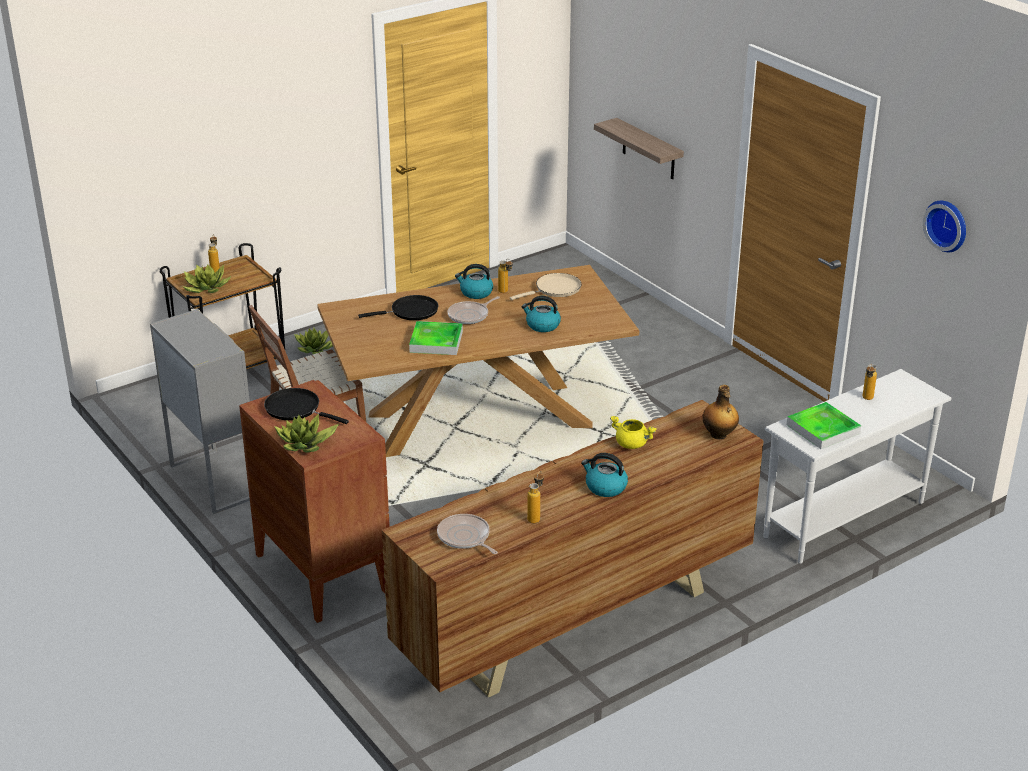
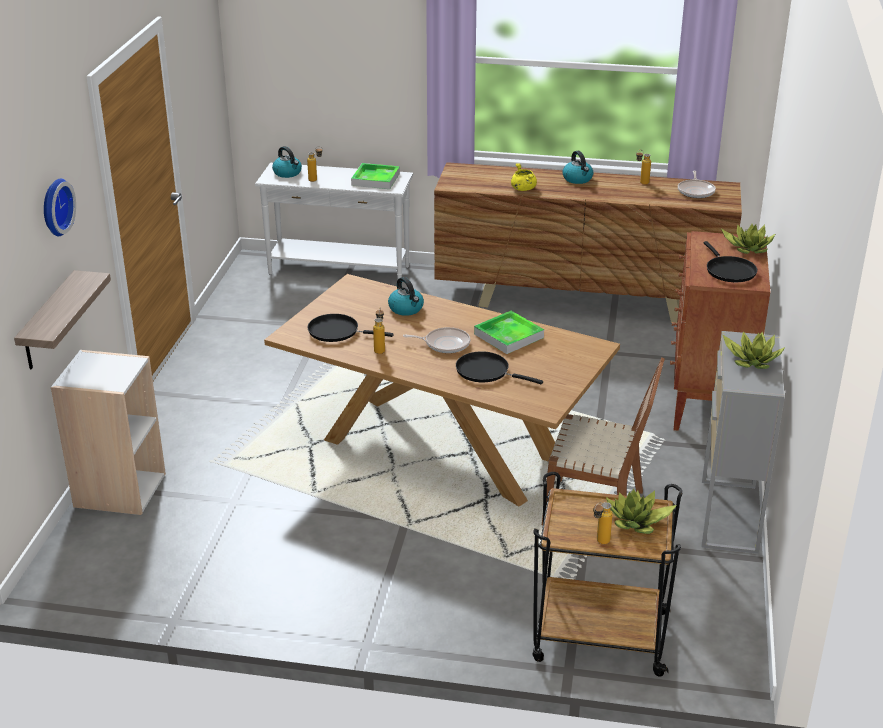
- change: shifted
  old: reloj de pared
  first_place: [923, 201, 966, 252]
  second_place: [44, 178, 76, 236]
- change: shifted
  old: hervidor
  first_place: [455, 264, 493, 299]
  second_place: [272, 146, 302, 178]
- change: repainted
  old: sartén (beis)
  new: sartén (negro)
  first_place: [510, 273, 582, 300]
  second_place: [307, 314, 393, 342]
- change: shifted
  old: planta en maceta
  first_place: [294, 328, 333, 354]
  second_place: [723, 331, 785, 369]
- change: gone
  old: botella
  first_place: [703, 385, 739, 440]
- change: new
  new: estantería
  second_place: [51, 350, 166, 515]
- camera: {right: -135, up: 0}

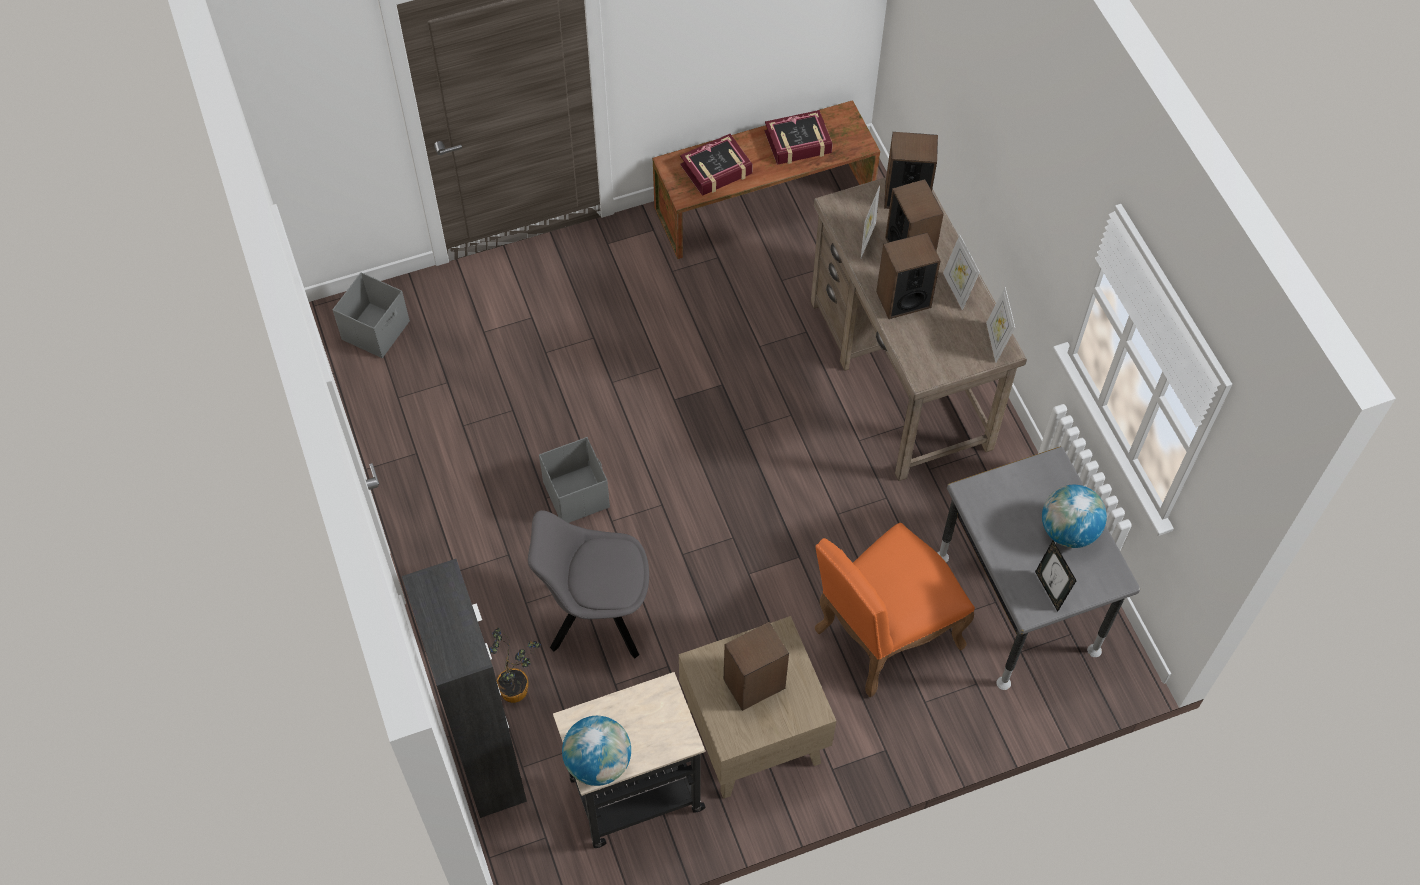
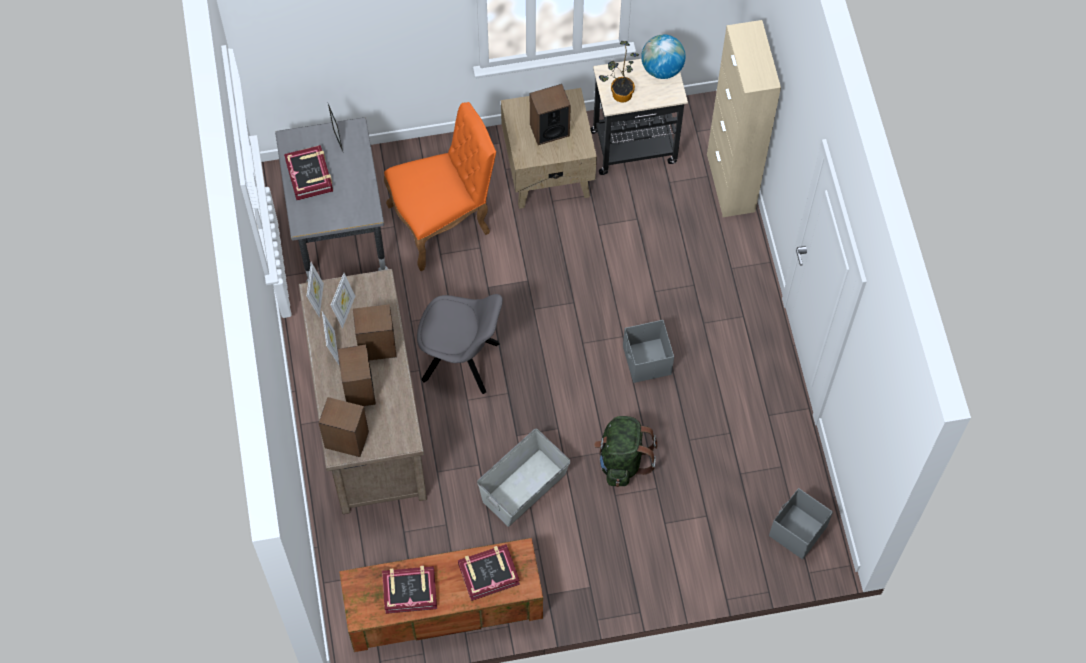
- change: shifted
  old: portarretratos
  first_place: [861, 186, 880, 258]
  second_place: [330, 273, 355, 328]
- change: swapped
  old: globo terráqueo
  new: libro
  first_place: [1042, 485, 1107, 548]
  second_place: [284, 145, 333, 200]
- change: shifted
  old: silla (gris)
  first_place: [528, 510, 649, 658]
  second_place: [417, 294, 503, 394]
- change: repainted
  old: armario (negro)
  new: armario (beis)
  first_place: [402, 559, 527, 818]
  second_place: [707, 20, 781, 217]
- change: shifted
  old: planta en maceta
  first_place: [489, 627, 541, 703]
  second_place: [599, 41, 639, 103]
- change: new
  new: mochila (verde)
  second_place: [594, 416, 657, 487]
- change: new
  new: caja de almacenaje (gris)
  second_place: [477, 429, 571, 527]
- camera: {right: -170, up: 5}

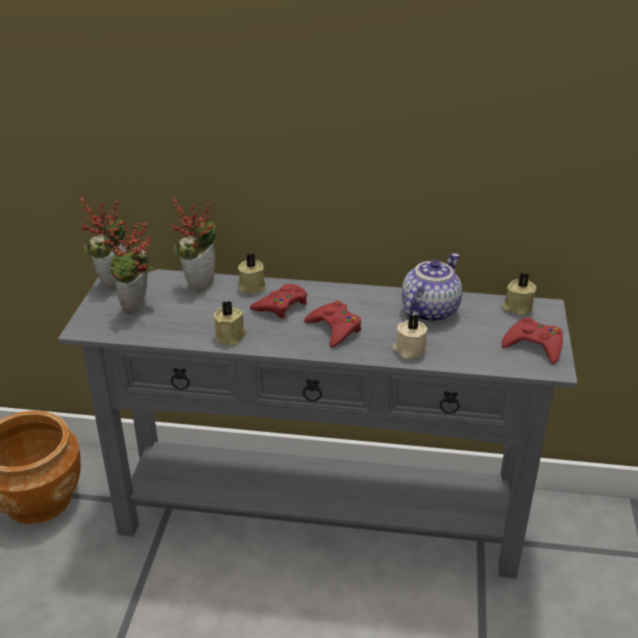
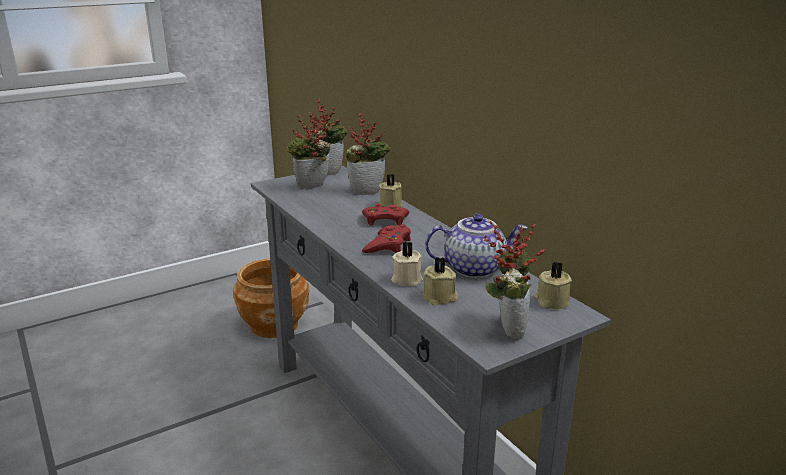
- change: shifted
  old: vela (beis)
  first_place: [213, 301, 247, 345]
  second_place: [422, 257, 458, 305]
- change: swapped
  old: mando de consola (rojo)
  new: planta en maceta
  first_place: [501, 317, 563, 364]
  second_place: [483, 221, 545, 340]
- camera: {right: 50, up: -10}

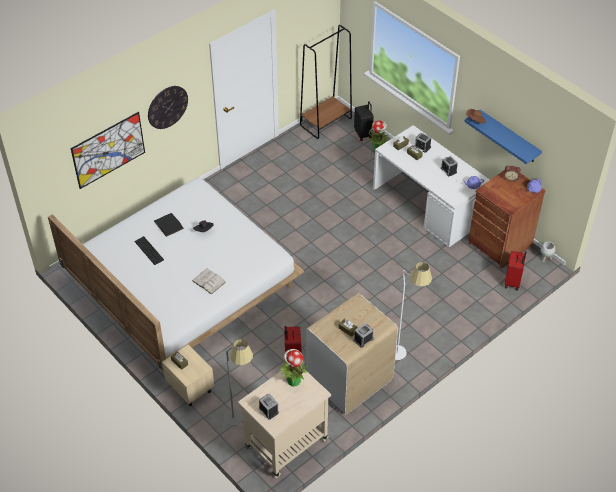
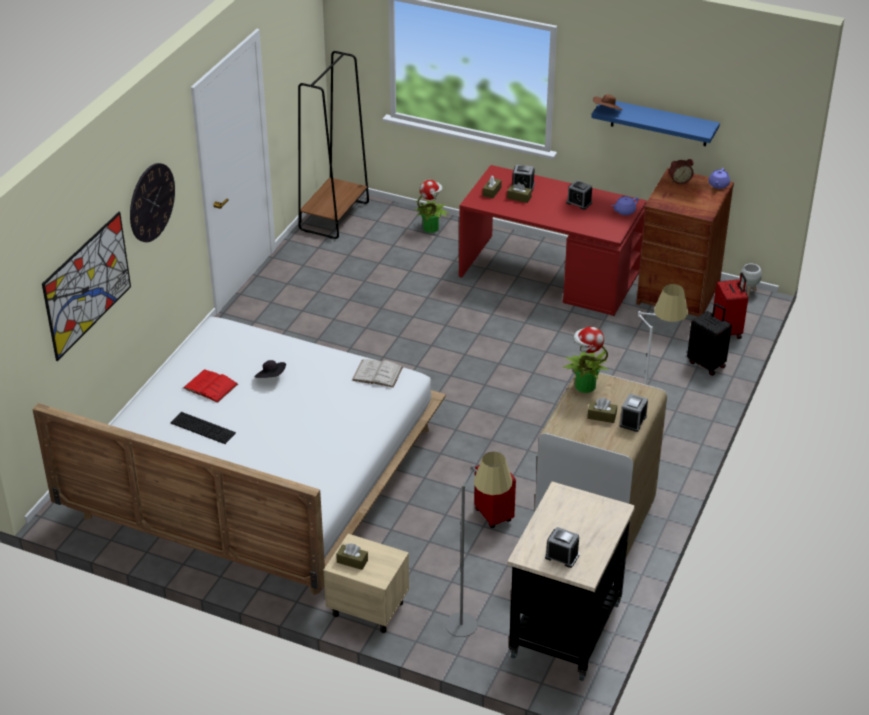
- change: shifted
  old: maleta (negro)
  first_place: [354, 101, 374, 141]
  second_place: [687, 303, 732, 376]
- change: repainted
  old: escritorio (blanco)
  new: escritorio (rojo)
  first_place: [373, 125, 490, 248]
  second_place: [459, 165, 647, 316]
- change: repainted
  old: libro (negro)
  new: libro (rojo)
  first_place: [154, 213, 184, 237]
  second_place: [183, 370, 238, 403]
- change: shifted
  old: libro (blanco)
  first_place: [192, 269, 226, 295]
  second_place: [352, 359, 403, 388]
- change: shifted
  old: planta en maceta
  first_place: [279, 349, 309, 387]
  second_place: [563, 327, 609, 393]
- change: repainted
  old: carrito (beis)
  new: carrito (negro)
  first_place: [238, 369, 331, 478]
  second_place: [507, 482, 635, 681]
- camera: {right: -25, up: -10}

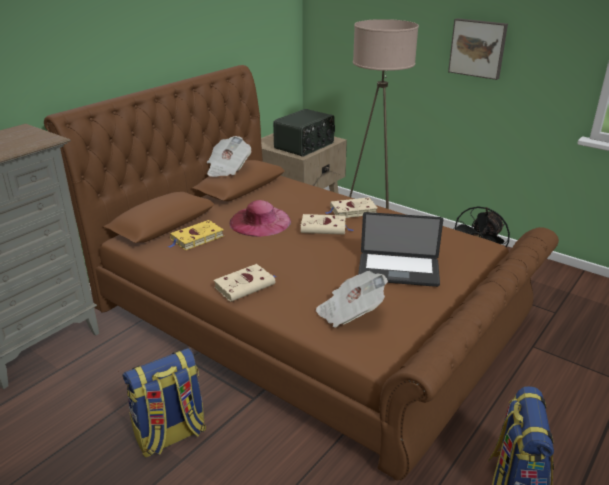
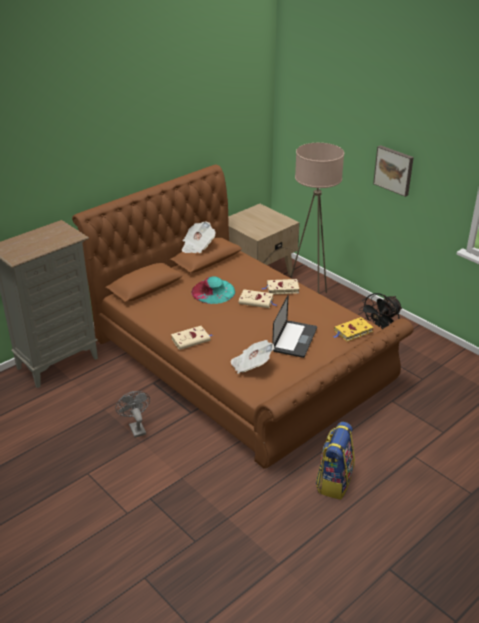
- change: gone
  old: radio
  first_place: [273, 109, 335, 157]
- change: repainted
  old: sombrero (rosa)
  new: sombrero (turquesa)
  first_place: [229, 200, 291, 237]
  second_place: [191, 276, 235, 304]
- change: rotated
  old: portátil
  first_place: [358, 212, 443, 287]
  second_place: [272, 295, 317, 358]
  degrees: -90
- change: shifted
  old: libro (amarillo)
  first_place: [167, 220, 224, 250]
  second_place: [333, 317, 374, 341]
- change: swapped
  old: mochila
  new: ventilador (gris)
  first_place: [123, 348, 206, 458]
  second_place: [115, 391, 150, 438]
- camera: {right: 10, up: 5}

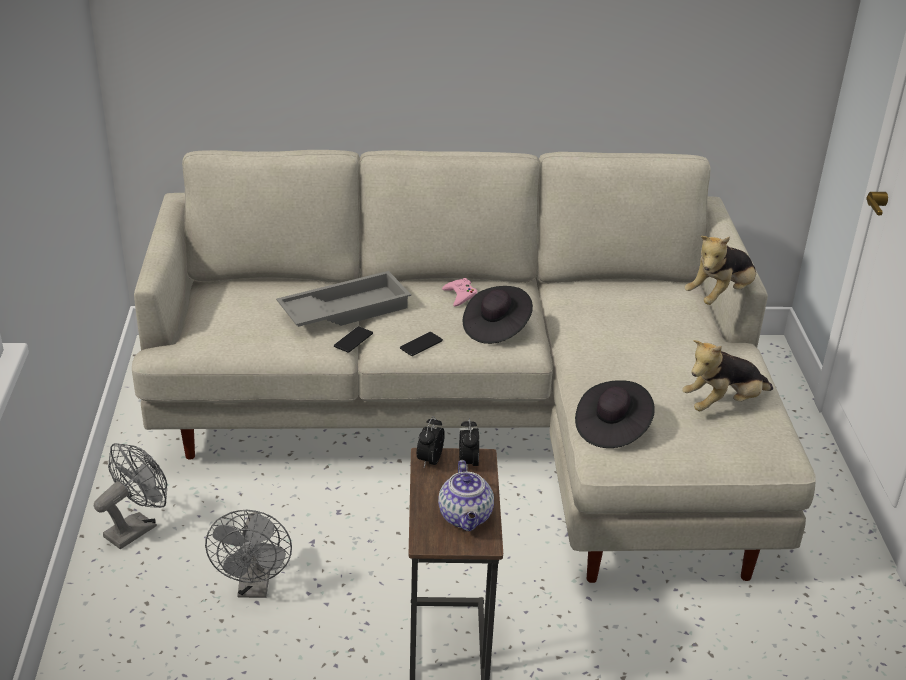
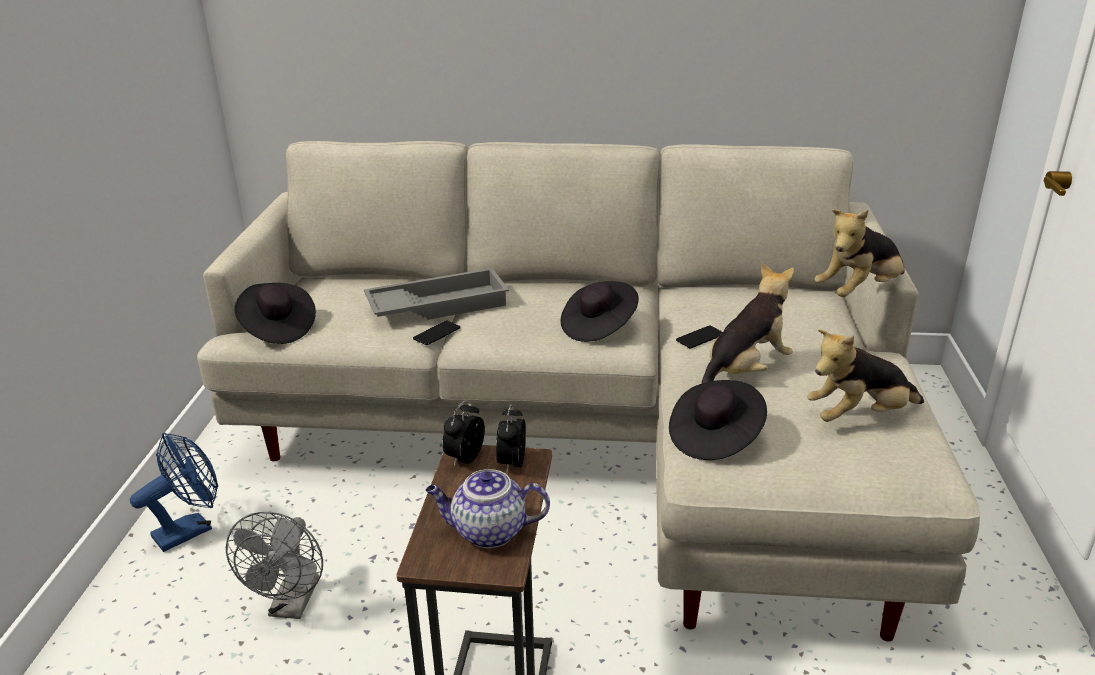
- change: gone
  old: mando de consola (rosa)
  first_place: [442, 278, 477, 307]
- change: shifted
  old: móvil
  first_place: [400, 332, 443, 356]
  second_place: [676, 325, 723, 348]
- change: repainted
  old: ventilador (gris)
  new: ventilador (azul)
  first_place: [94, 443, 167, 549]
  second_place: [130, 433, 218, 552]
- change: rotated
  old: tetera
  first_place: [438, 460, 494, 531]
  second_place: [425, 469, 550, 548]
  degrees: 90
- change: new
  new: peluche
  second_place: [701, 263, 794, 384]
- change: new
  new: sombrero (negro)
  second_place: [234, 283, 316, 344]
- camera: {right: 10, up: -5}

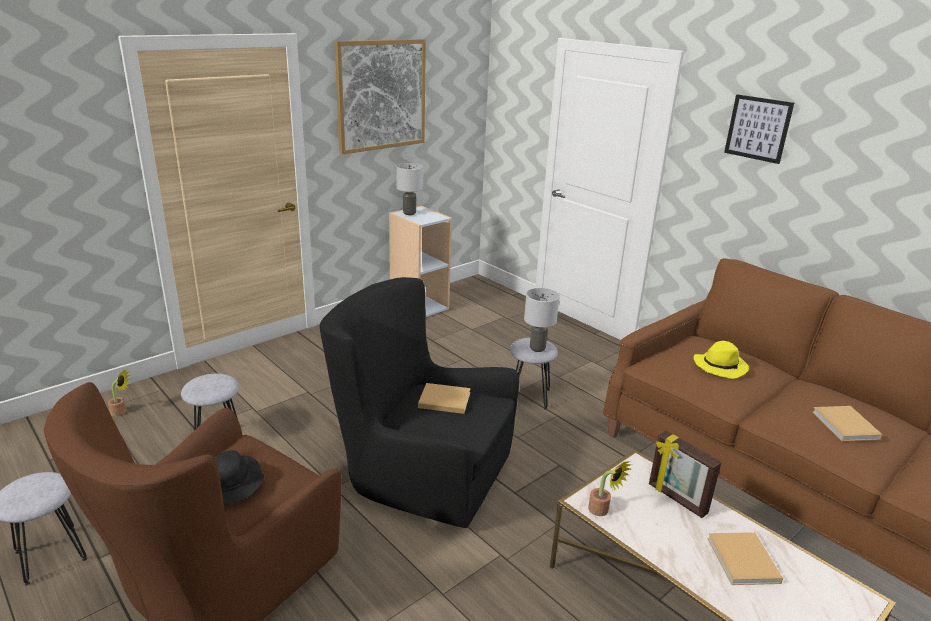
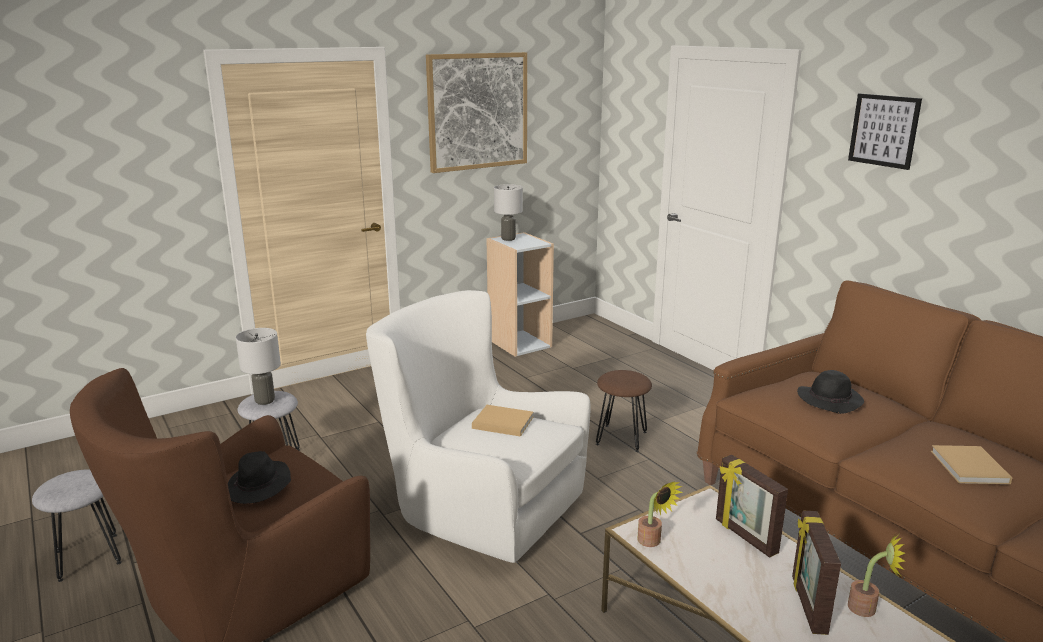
- change: repainted
  old: sillón (negro)
  new: sillón (blanco)
  first_place: [320, 277, 519, 528]
  second_place: [366, 290, 590, 563]
- change: shifted
  old: lámpara de mesa (blanco)
  first_place: [524, 288, 560, 352]
  second_place: [236, 328, 281, 405]
- change: repainted
  old: taburete (gris)
  new: taburete (marrón)
  first_place: [510, 337, 558, 410]
  second_place: [596, 370, 652, 452]
- change: repainted
  old: sombrero (amarillo)
  new: sombrero (negro)
  first_place: [694, 341, 749, 379]
  second_place: [797, 370, 864, 414]
- change: shifted
  old: planta en maceta
  first_place: [108, 369, 130, 416]
  second_place: [848, 532, 905, 617]
- change: swapped
  old: libro (beis)
  new: portarretratos
  first_place: [707, 532, 783, 585]
  second_place: [792, 510, 841, 635]
- camera: {right: 10, up: -5}

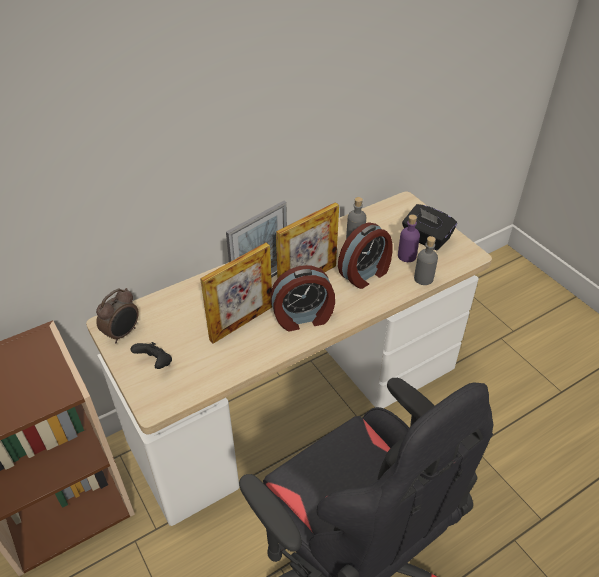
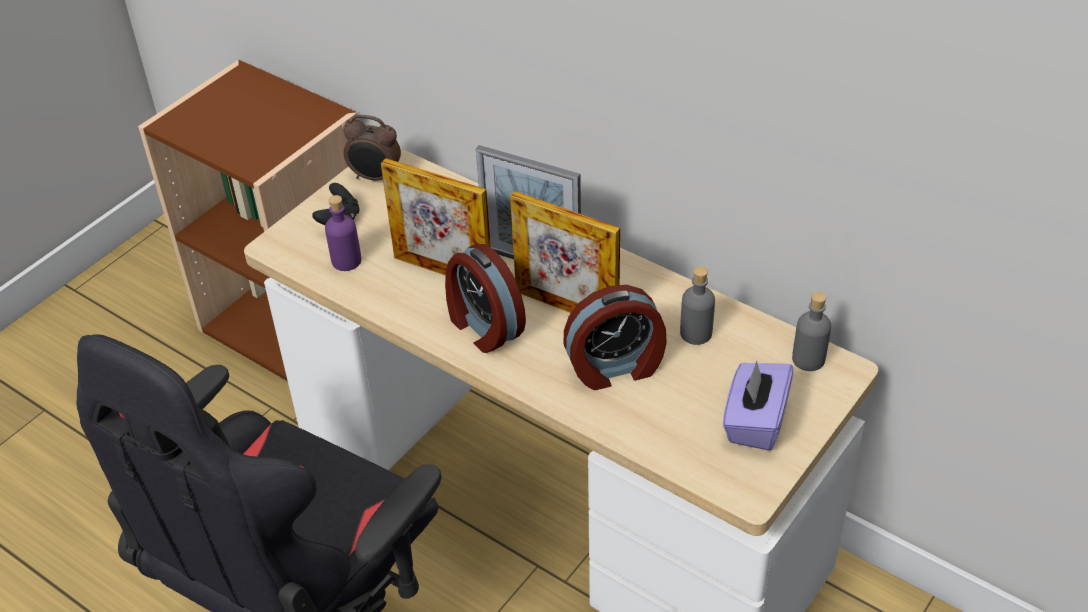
- change: repainted
  old: caja de pañuelos (negro)
  new: caja de pañuelos (morado)
  first_place: [402, 204, 457, 251]
  second_place: [723, 360, 793, 451]
- change: shifted
  old: botella (morado)
  first_place: [398, 214, 420, 262]
  second_place: [325, 195, 362, 271]
- change: rotated
  old: despertador
  first_place: [338, 222, 393, 289]
  second_place: [564, 285, 667, 390]
  degrees: -45
- change: shifted
  old: botella (gris)
  first_place: [414, 236, 438, 285]
  second_place: [792, 292, 831, 371]
- camera: {right: 70, up: 0}

